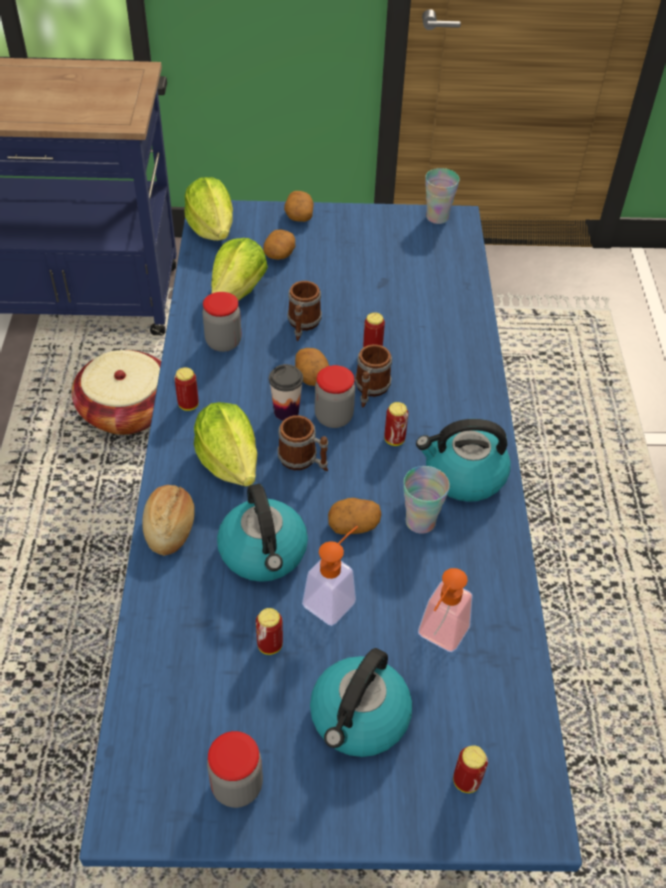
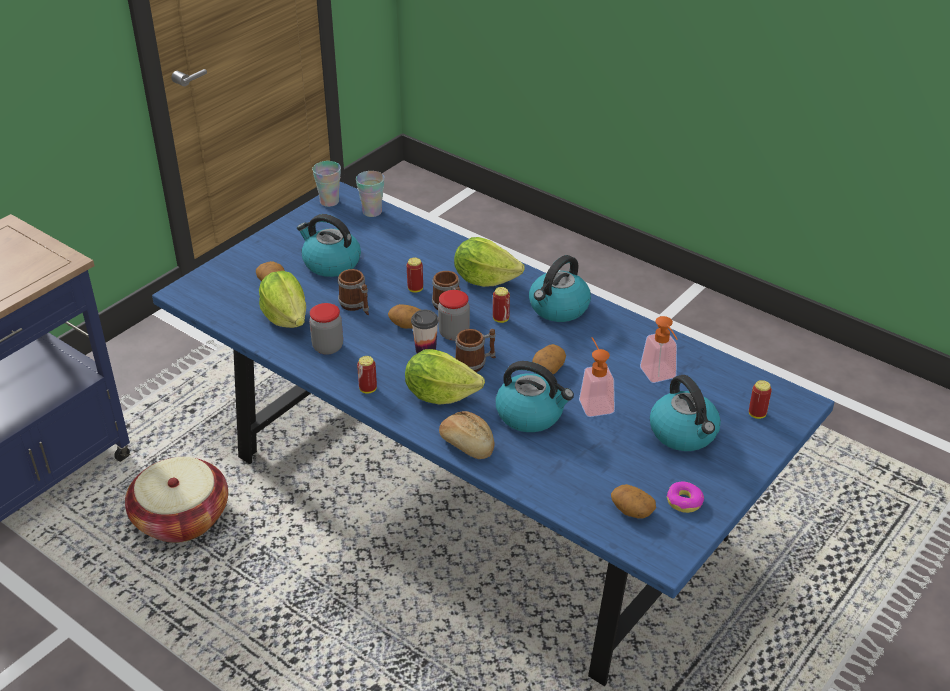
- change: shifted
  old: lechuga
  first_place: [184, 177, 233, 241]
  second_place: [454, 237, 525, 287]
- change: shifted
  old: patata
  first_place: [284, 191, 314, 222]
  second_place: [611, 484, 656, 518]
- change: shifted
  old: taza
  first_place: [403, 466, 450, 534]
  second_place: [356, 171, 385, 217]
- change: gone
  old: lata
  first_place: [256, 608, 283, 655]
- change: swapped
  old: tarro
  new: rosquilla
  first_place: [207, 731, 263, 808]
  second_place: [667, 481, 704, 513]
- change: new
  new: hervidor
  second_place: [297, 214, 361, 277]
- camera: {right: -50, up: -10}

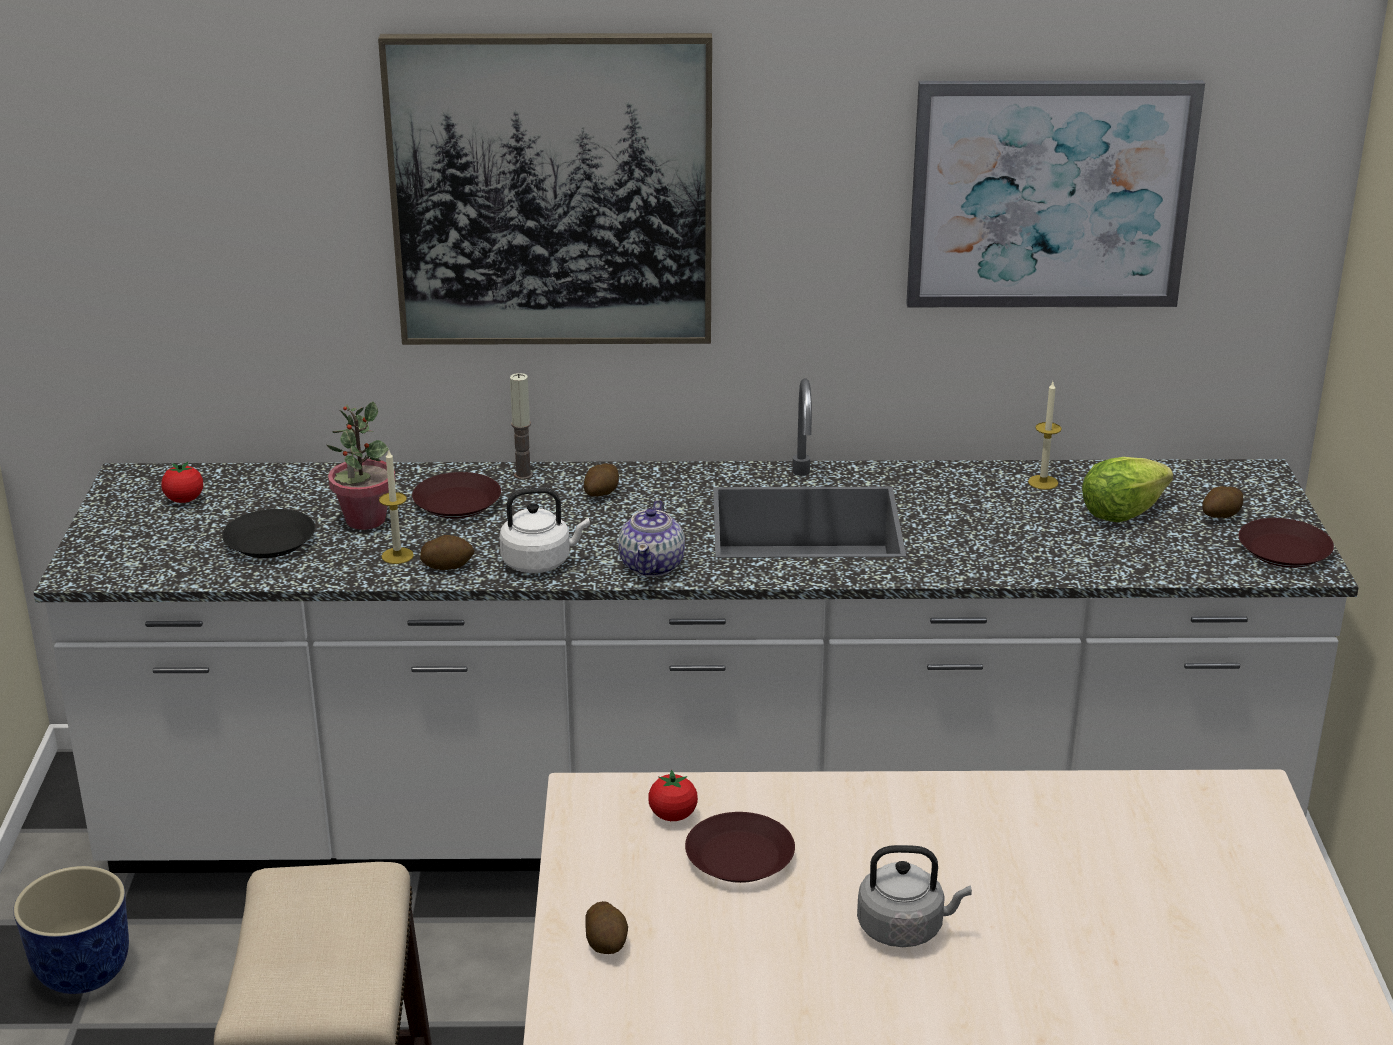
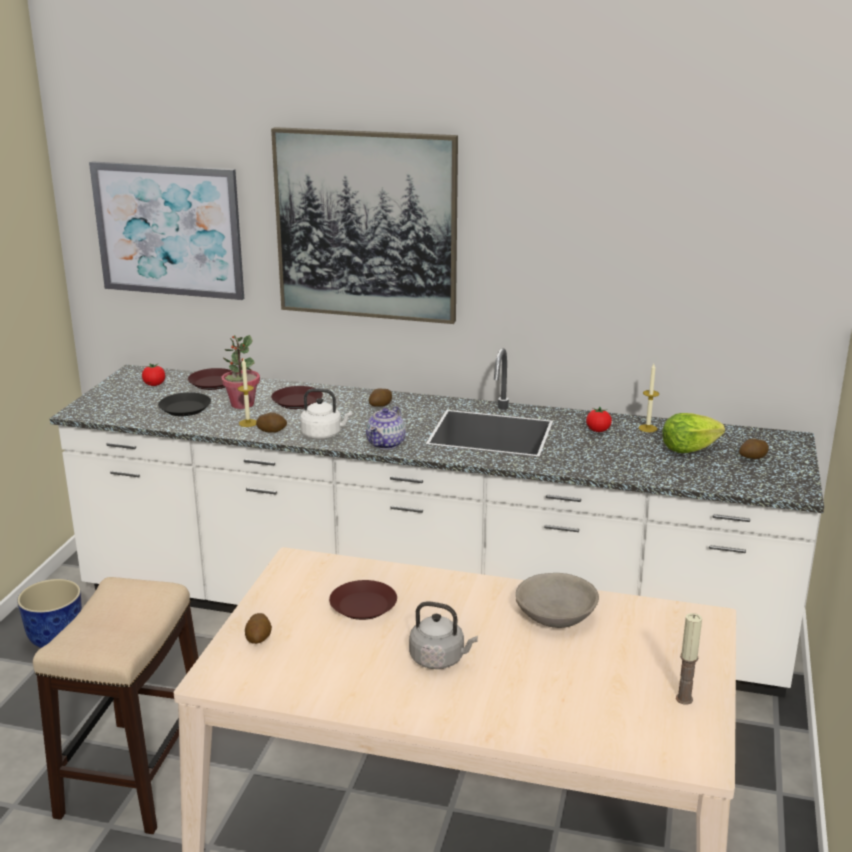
- change: shifted
  old: cuadro
  first_place: [906, 80, 1205, 308]
  second_place: [89, 161, 244, 300]
- change: shifted
  old: vela
  first_place: [510, 373, 533, 480]
  second_place: [676, 613, 702, 705]
- change: shifted
  old: plato (marrón)
  first_place: [1239, 518, 1334, 568]
  second_place: [188, 368, 232, 390]
- change: shifted
  old: tomate
  first_place: [648, 770, 698, 821]
  second_place: [586, 407, 612, 432]
- change: new
  new: cuenco (gris)
  second_place: [516, 573, 599, 628]
- camera: {right: 15, up: -5}

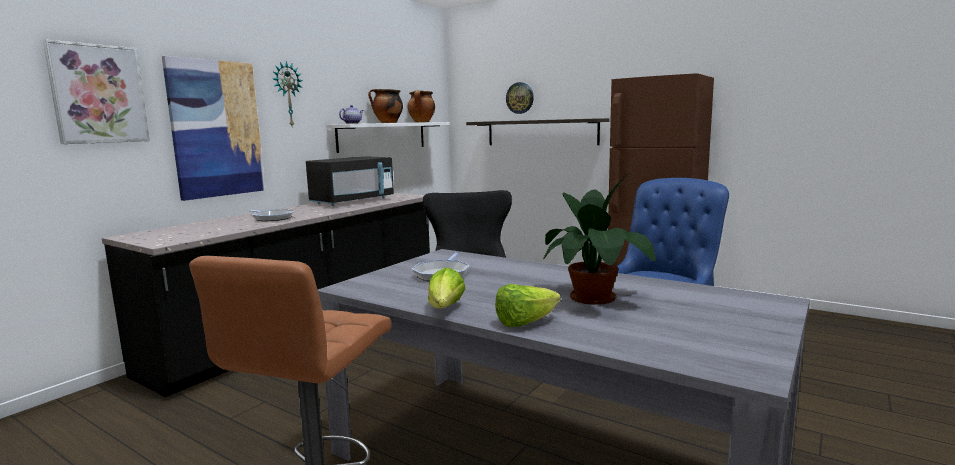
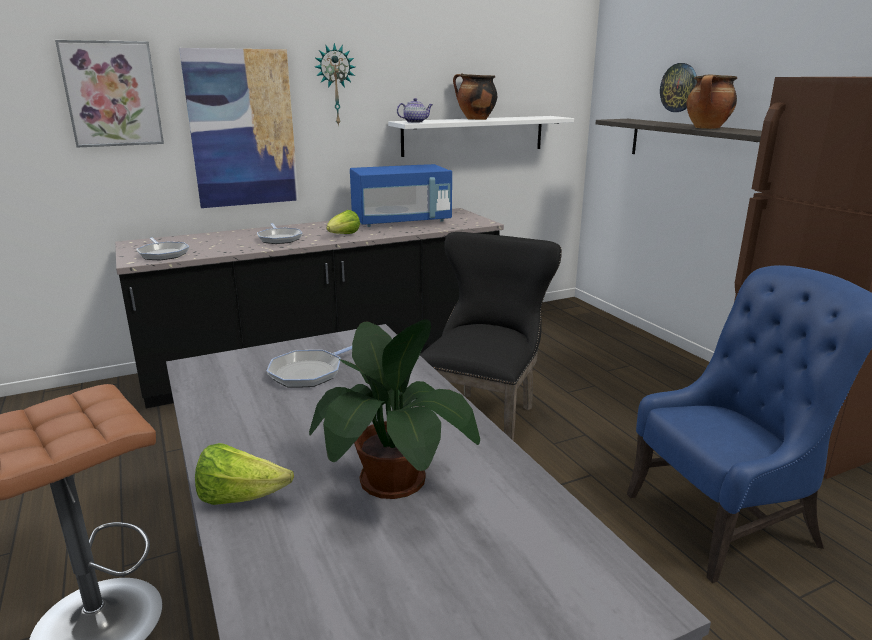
- change: shifted
  old: olla
  first_place: [408, 90, 435, 123]
  second_place: [686, 74, 737, 129]
- change: repainted
  old: microondas (negro)
  new: microondas (azul)
  first_place: [306, 156, 394, 206]
  second_place: [350, 164, 452, 227]
- change: shifted
  old: lechuga
  first_place: [428, 267, 466, 308]
  second_place: [326, 210, 360, 234]
- change: new
  new: sartén
  second_place: [136, 237, 189, 260]
- camera: {right: 30, up: 10}

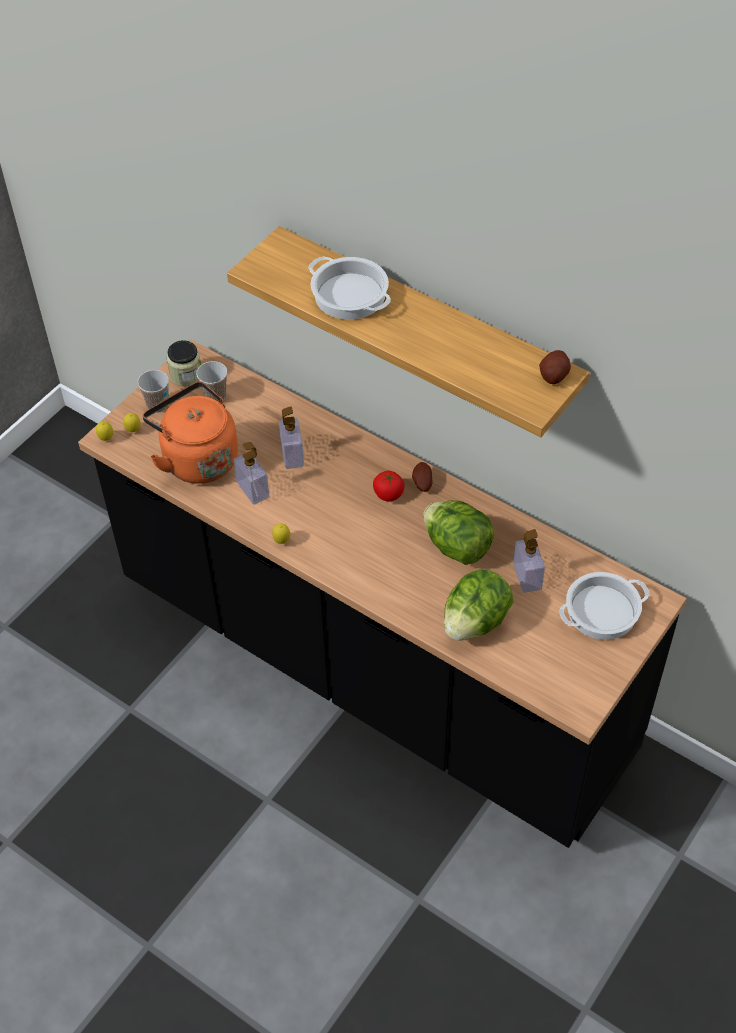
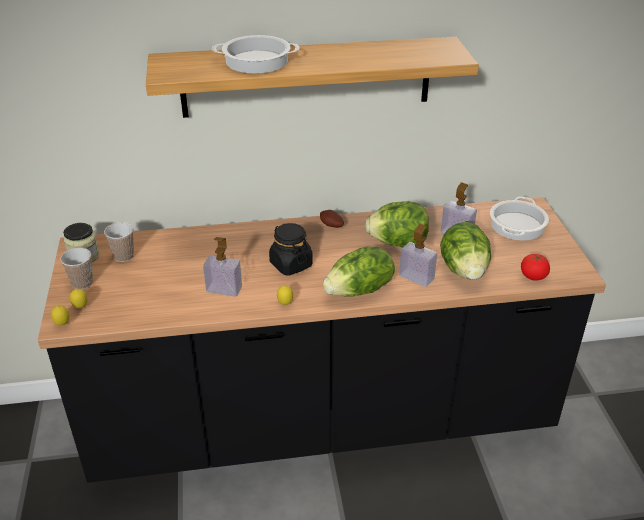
- change: gone
  old: patata
  first_place: [539, 350, 571, 384]
- change: gone
  old: hervidor (naranja)
  first_place: [143, 382, 238, 484]
- change: shifted
  old: dispensador de jabón
  first_place: [279, 406, 304, 469]
  second_place: [399, 224, 437, 287]
- change: shifted
  old: tomate
  first_place: [373, 471, 405, 502]
  second_place: [521, 254, 550, 281]
- change: new
  new: tarro (negro)
  second_place: [269, 223, 313, 276]
- change: new
  new: lechuga
  second_place: [323, 247, 395, 297]
- camera: {right: -45, up: -15}

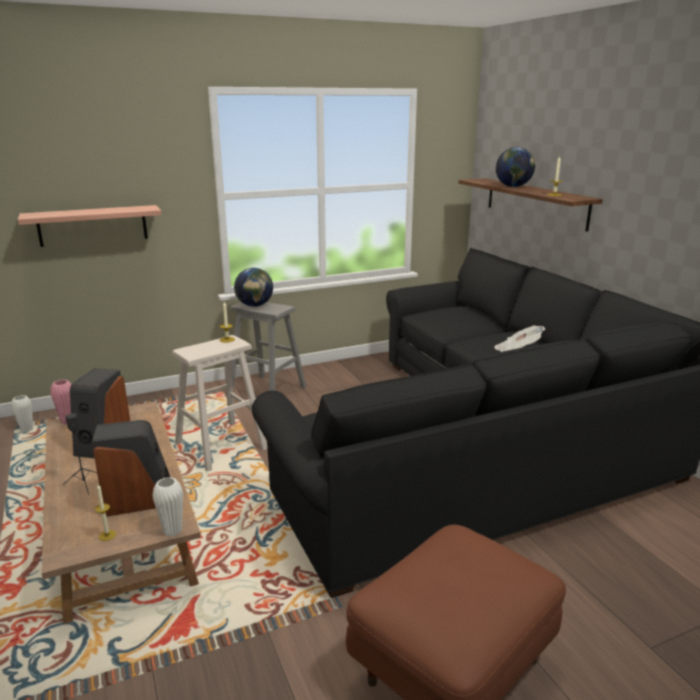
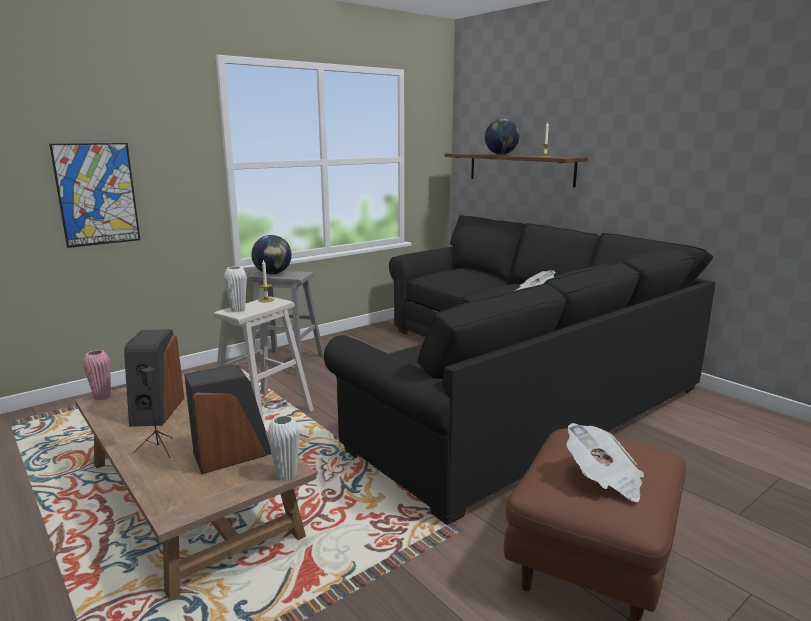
- change: swapped
  old: estante
  new: cuadro
  first_place: [18, 205, 162, 247]
  second_place: [49, 143, 140, 248]
- change: shifted
  old: florero (blanco)
  first_place: [11, 395, 33, 432]
  second_place: [224, 266, 247, 312]
- change: gone
  old: vela
  first_place: [95, 484, 116, 541]
- change: new
  new: periódico
  second_place: [566, 423, 644, 502]
- camera: {right: -15, up: -5}

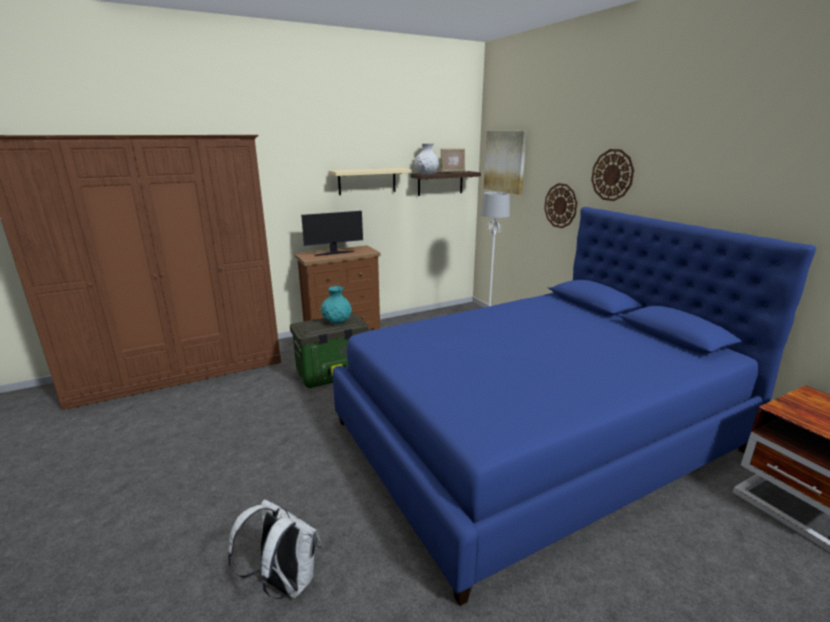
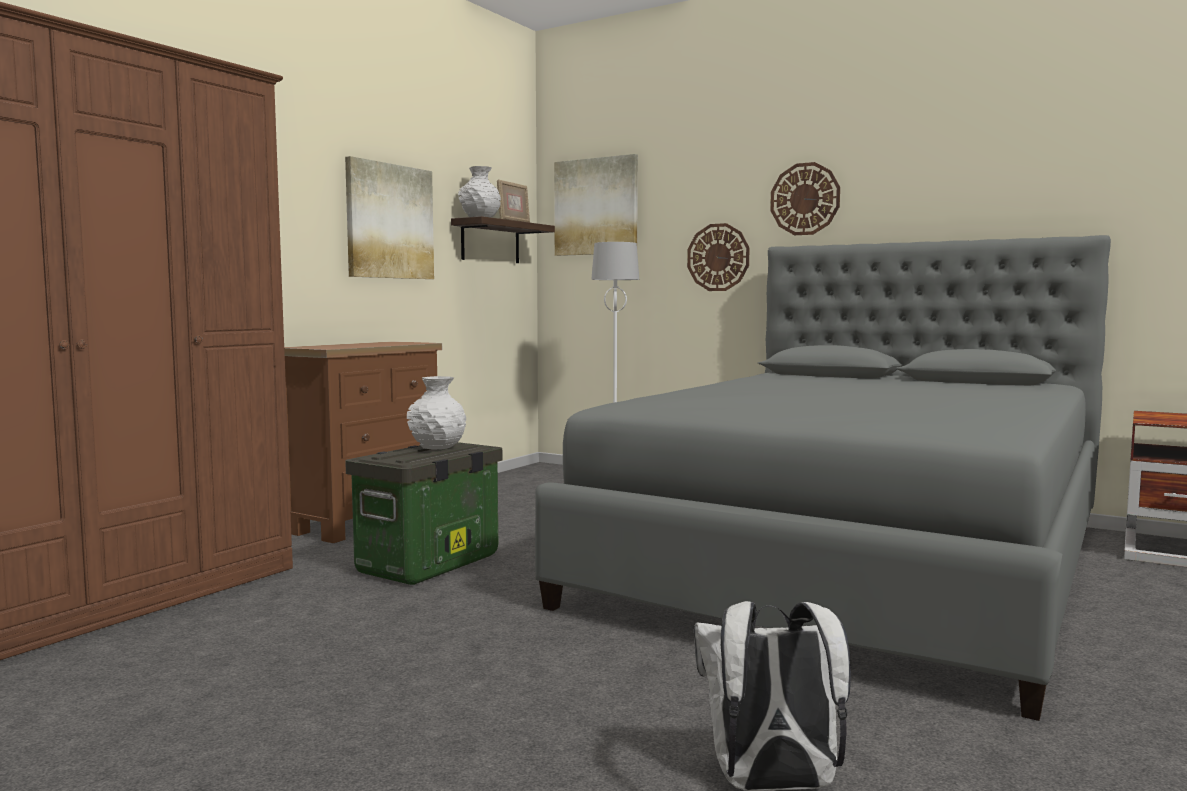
- change: swapped
  old: estante (beis)
  new: cuadro
  first_place: [329, 168, 411, 195]
  second_place: [345, 156, 434, 279]
- change: repainted
  old: cama (azul)
  new: cama (gris)
  first_place: [333, 207, 816, 606]
  second_place: [535, 235, 1111, 721]
- change: gone
  old: monitor
  first_place: [301, 211, 363, 256]
- change: repainted
  old: florero (turquesa)
  new: florero (blanco)
  first_place: [321, 286, 352, 324]
  second_place: [407, 376, 466, 450]
- camera: {right: -30, up: -15}

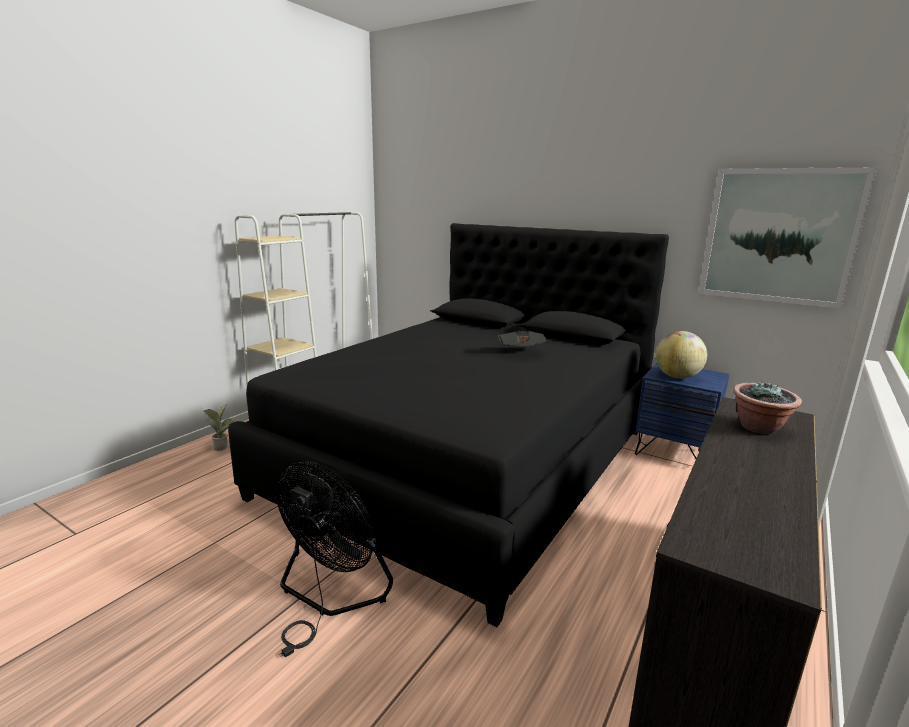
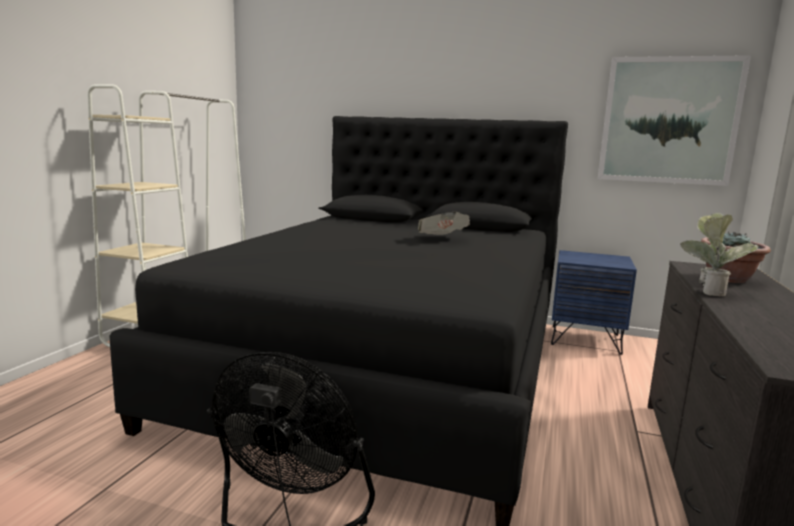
- change: gone
  old: globo terráqueo
  first_place: [655, 331, 707, 379]
- change: shifted
  old: planta en maceta
  first_place: [203, 404, 234, 451]
  second_place: [680, 213, 758, 296]
- camera: {right: -15, up: -5}

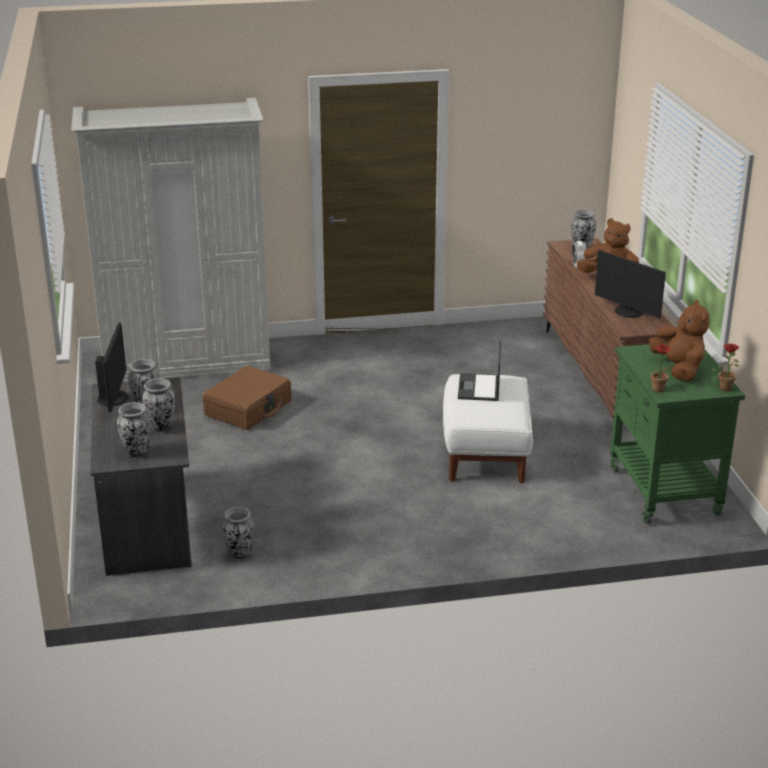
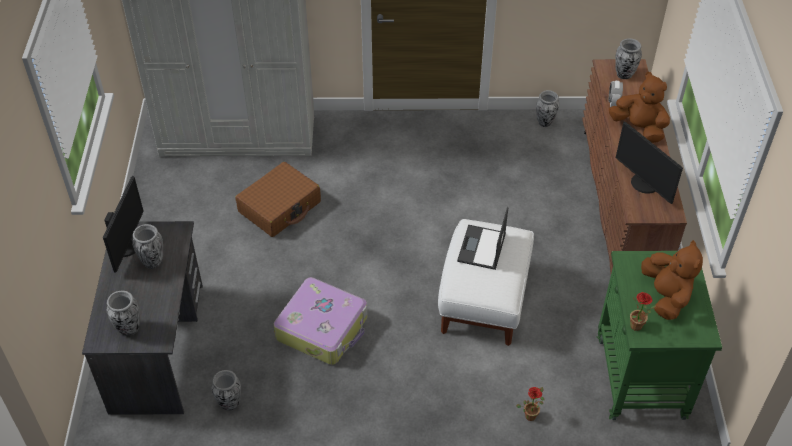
- change: shifted
  old: planta en maceta
  first_place: [712, 344, 739, 391]
  second_place: [516, 387, 545, 421]
- change: shifted
  old: florero
  first_place: [142, 378, 175, 432]
  second_place: [536, 90, 559, 127]
- change: new
  new: maleta
  second_place: [274, 277, 368, 365]
- camera: {right: 10, up: 20}

